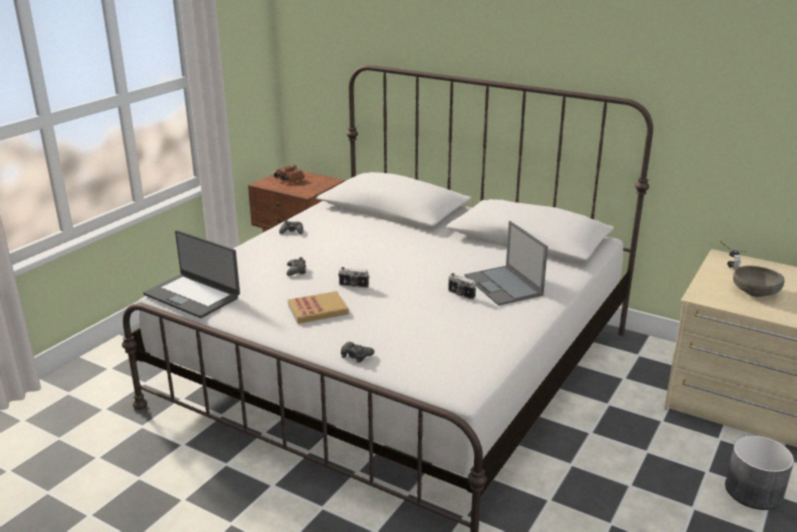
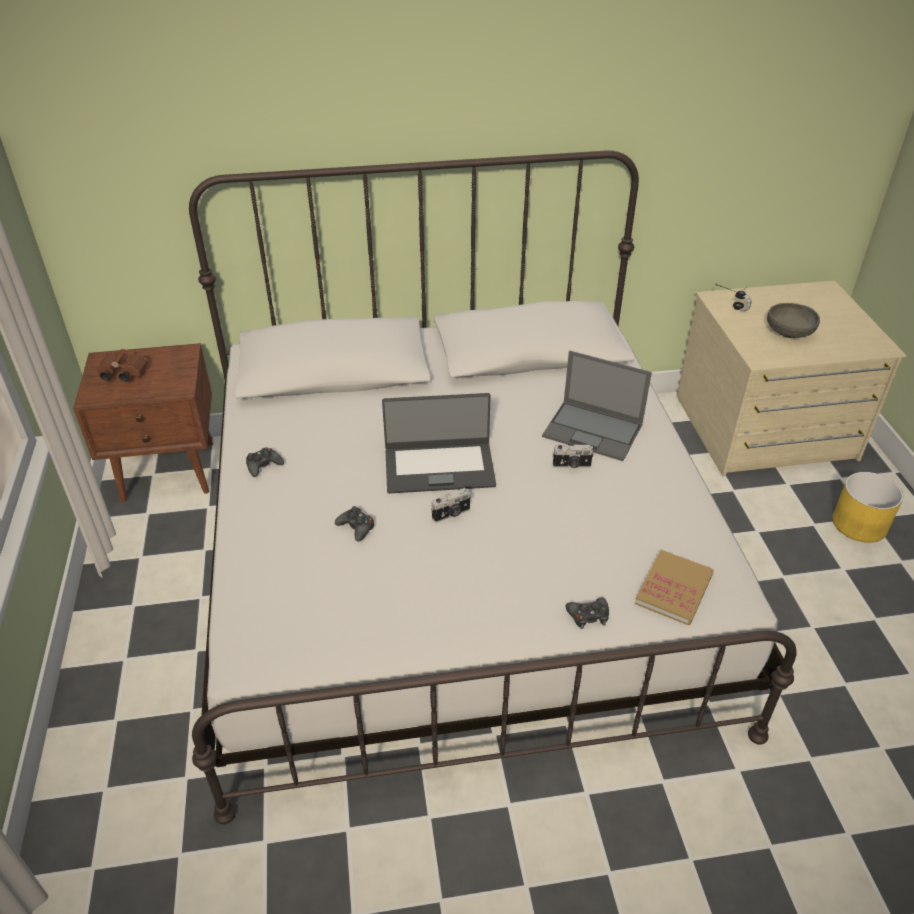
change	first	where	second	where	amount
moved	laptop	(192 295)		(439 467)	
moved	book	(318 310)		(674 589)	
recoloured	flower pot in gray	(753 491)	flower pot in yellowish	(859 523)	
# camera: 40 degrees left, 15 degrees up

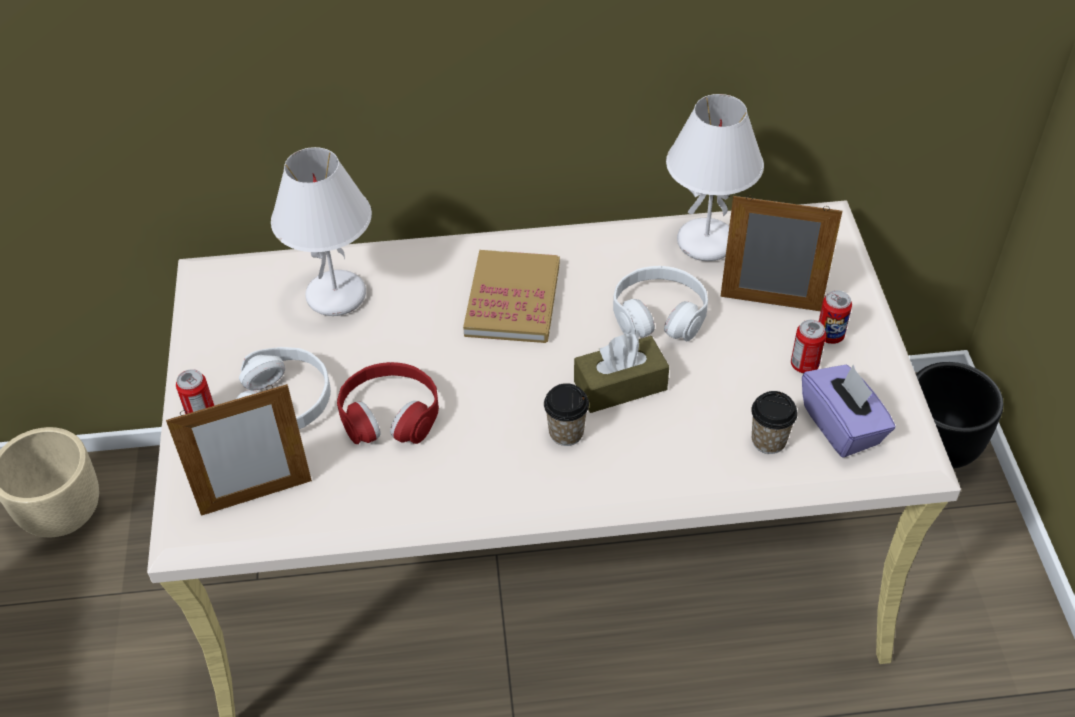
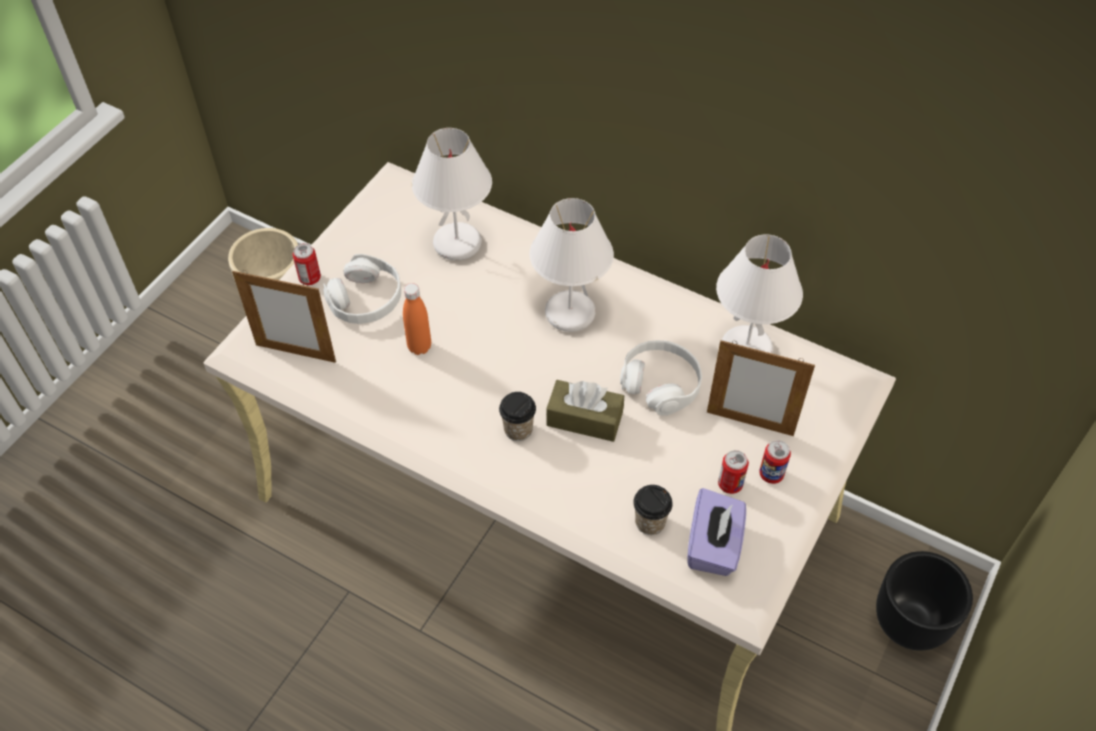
change	first	where	second	where	amount
turned	standing frame	(770 303)		(750 423)	150 degrees clockwise
replaced	book	(513 300)	tabletop lamp in white	(568 313)	
replaced	headphones in reddish	(390 414)	bottle in orange-coloured	(419 347)	
# camera: 35 degrees right, 5 degrees up

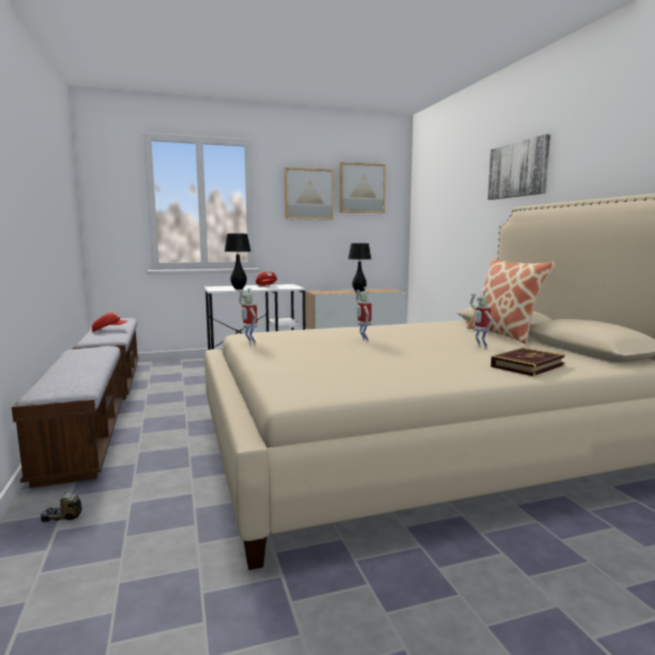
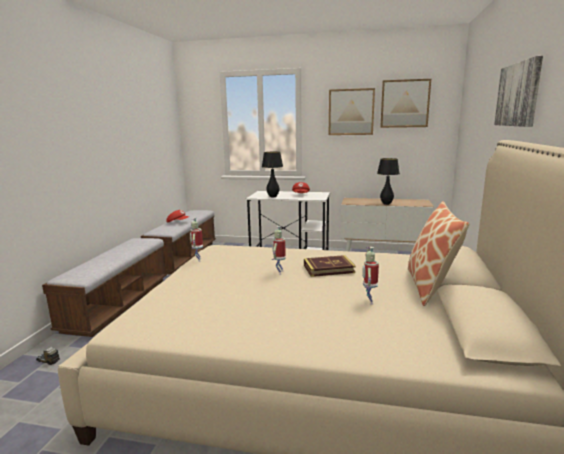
change	first	where	second	where	amount
moved	book	(527 366)		(328 269)	
# camera: 30 degrees right, 5 degrees up

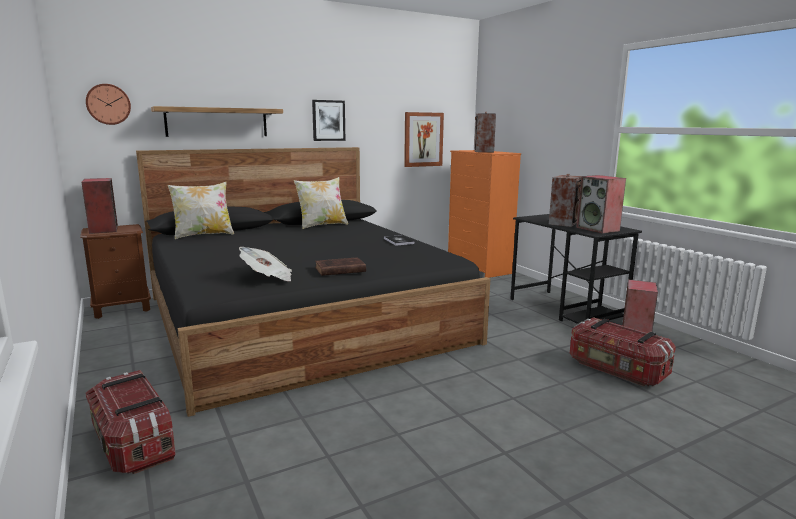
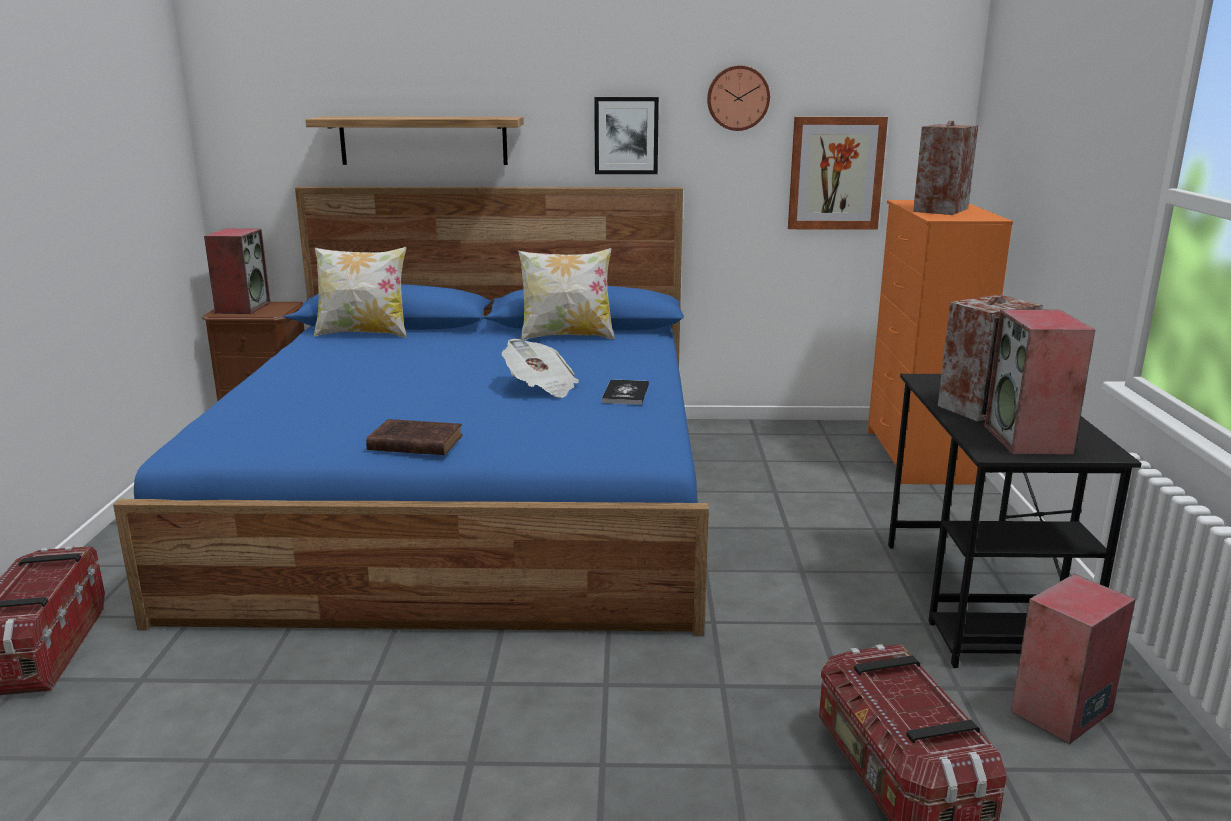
change	first	where	second	where	amount
moved	wall clock	(108 104)		(738 98)	
recoloured	bedroom bed in black	(302 318)	bedroom bed in blue	(469 501)	
moved	daily paper	(268 278)		(541 387)	
# camera: 30 degrees right, 5 degrees up

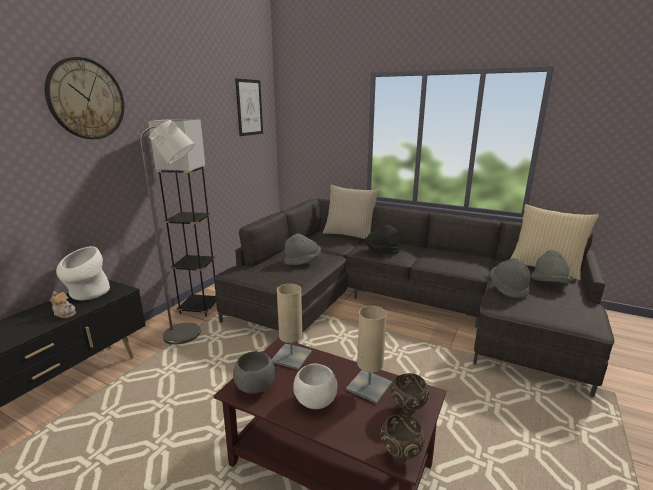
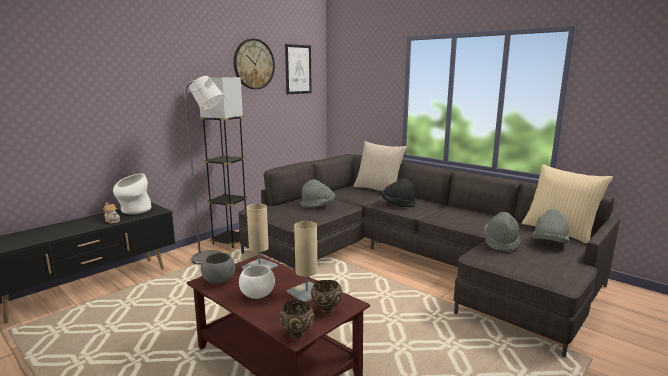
change	first	where	second	where	amount
moved	wall clock	(86 99)		(254 64)	
# camera: 15 degrees right, 5 degrees down

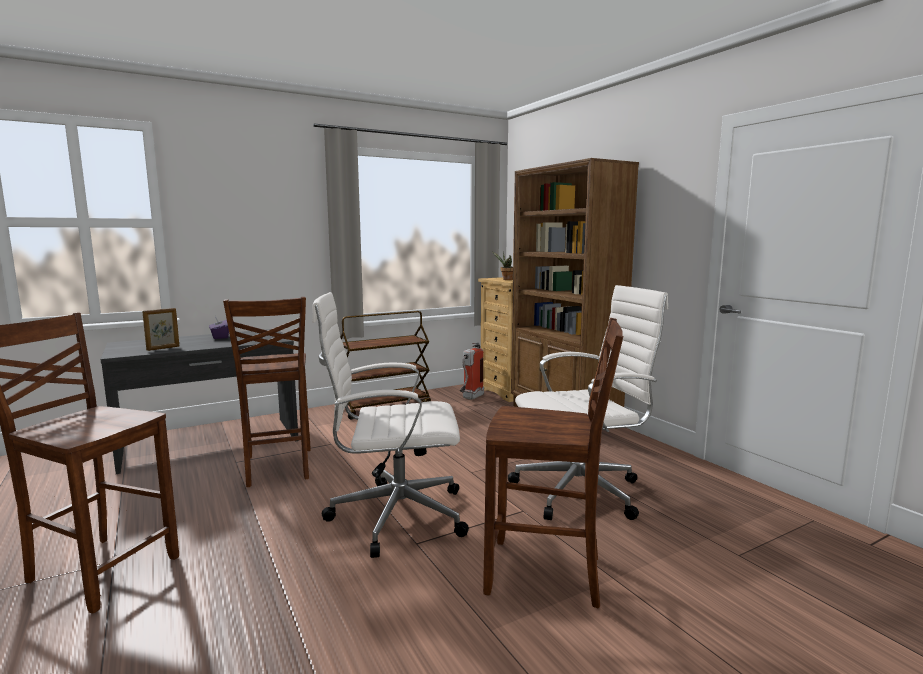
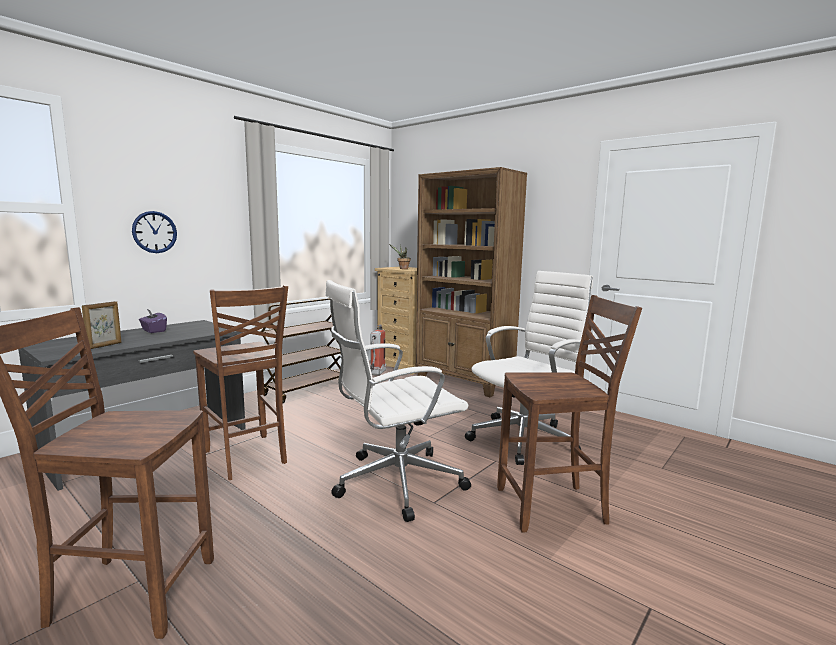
change	first	where	second	where	amount
added			wall clock	(154 232)	
# camera: 20 degrees left, 0 degrees up

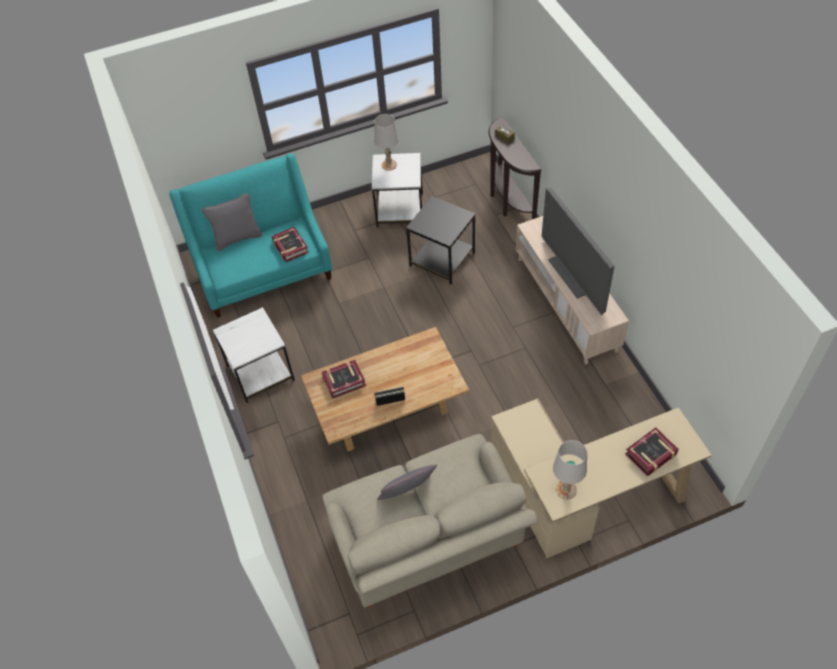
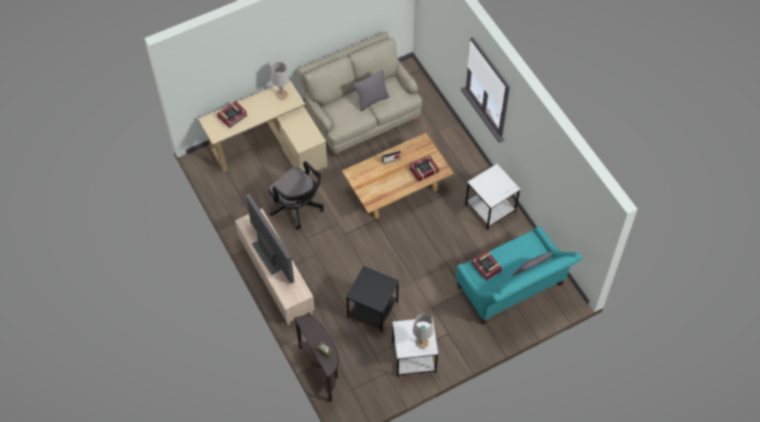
change	first	where	second	where	amount
added			desk chair in black	(298 208)	
# camera: 170 degrees right, 5 degrees up

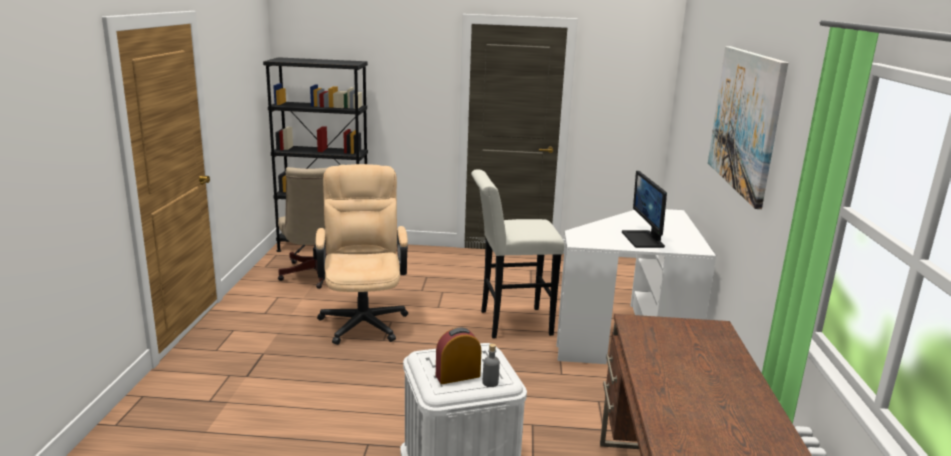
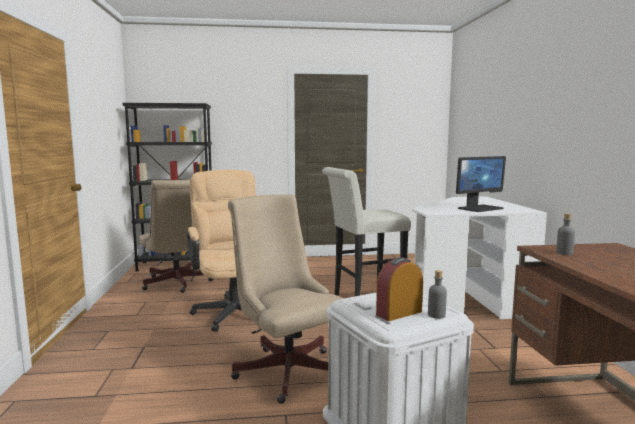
change	first	where	second	where	amount
removed	wall picture	(745 120)			
turned	computer screen	(643 239)		(480 208)	105 degrees counterclockwise
added			desk chair in beige-coloured	(286 368)	
added			bottle in gray	(564 253)	
# camera: 10 degrees left, 10 degrees down

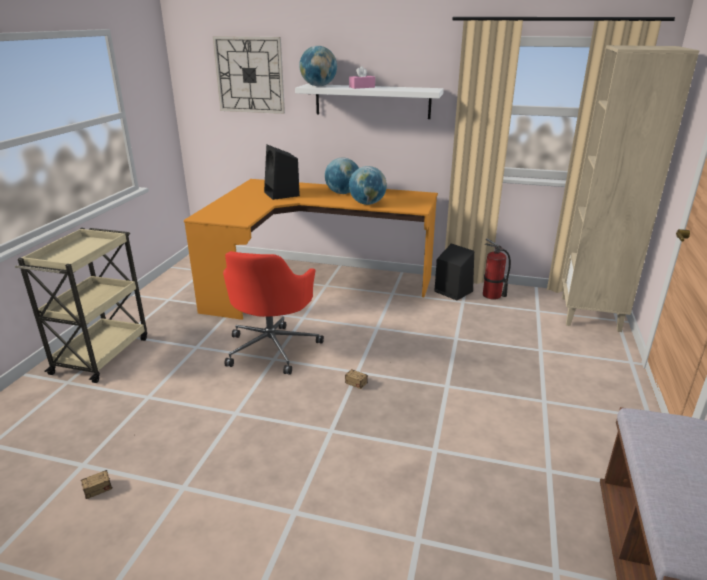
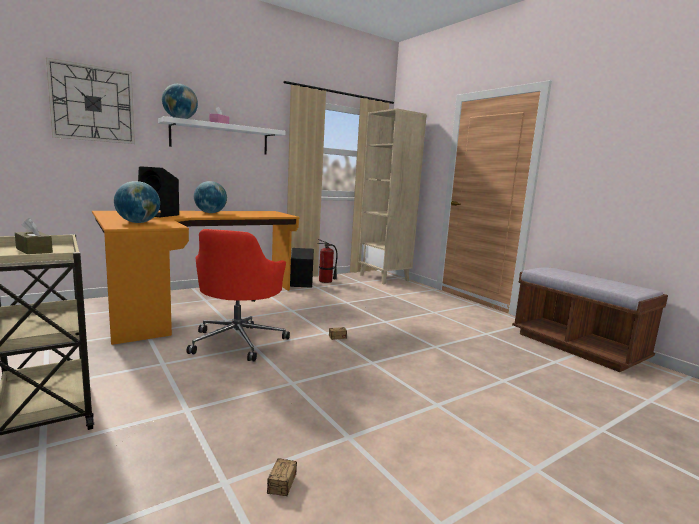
change	first	where	second	where	amount
moved	globe	(367 203)		(138 222)	
turned	desk chair in reddish	(273 347)		(238 341)	45 degrees clockwise
added			tissue box in brown-coloured	(34 250)	
# camera: 50 degrees left, 15 degrees down

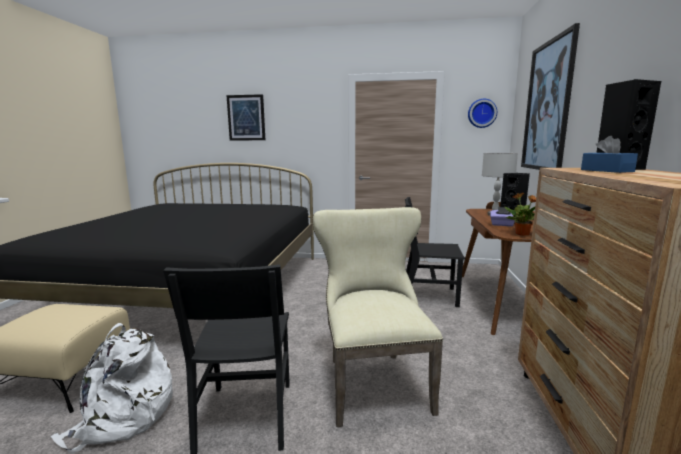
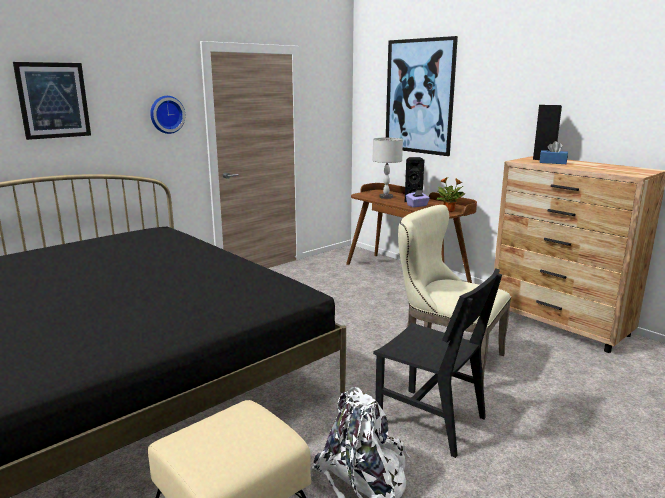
change	first	where	second	where	amount
moved	wall clock	(481 113)		(166 114)	
removed	upright chair in black	(429 295)			
# camera: 50 degrees left, 5 degrees up

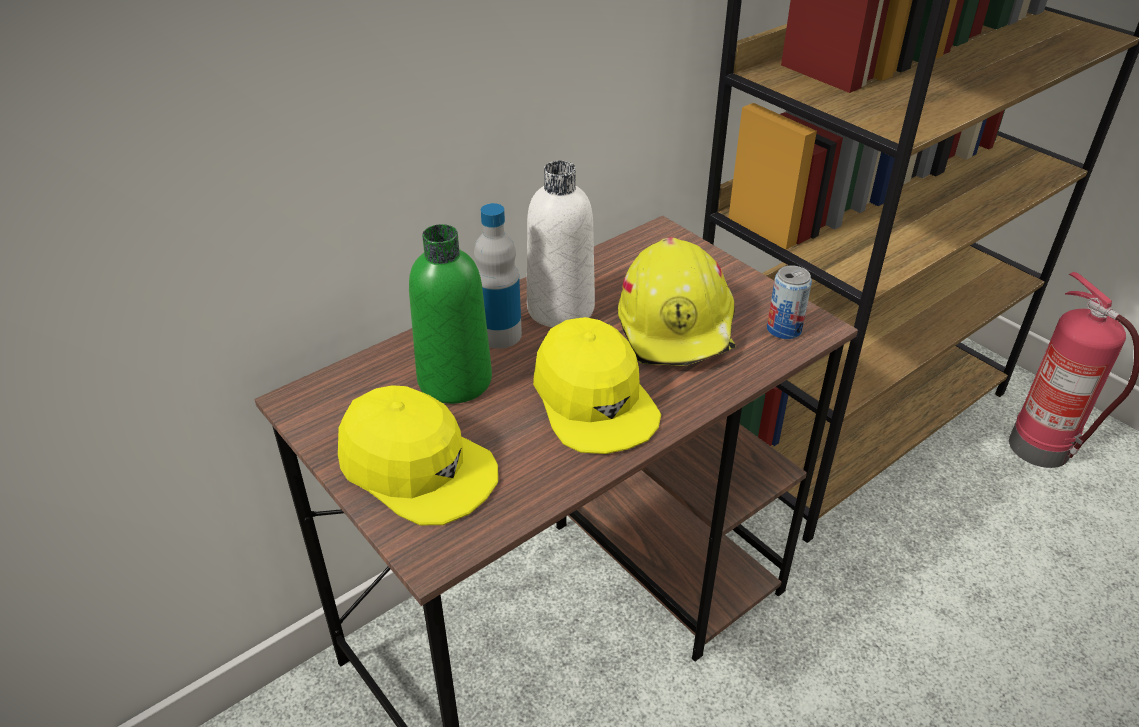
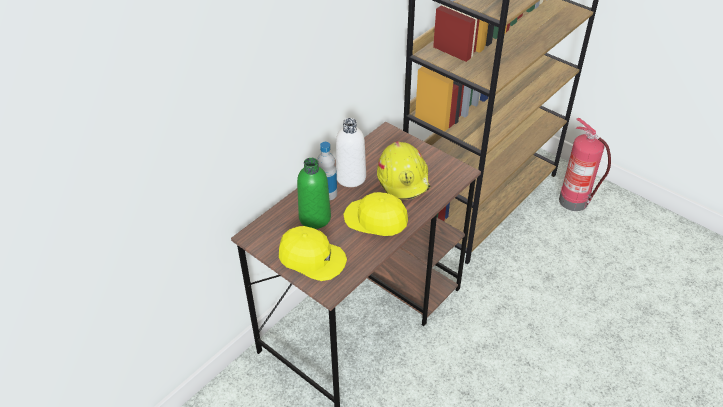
change	first	where	second	where	amount
removed	sealed can	(784 329)			
turned	baseball cap in yellowish	(593 401)		(376 219)	150 degrees clockwise
# camera: 10 degrees left, 5 degrees up

